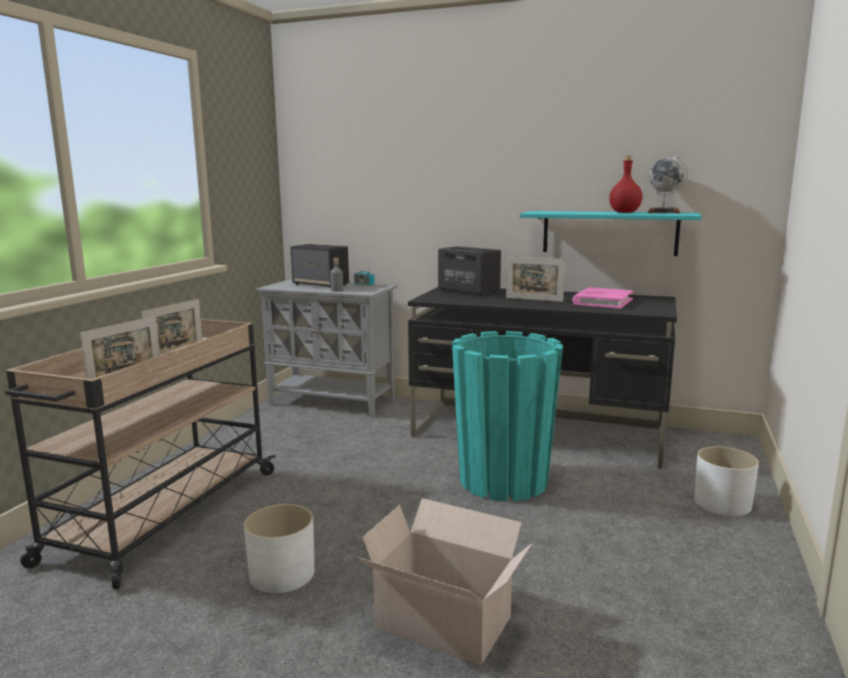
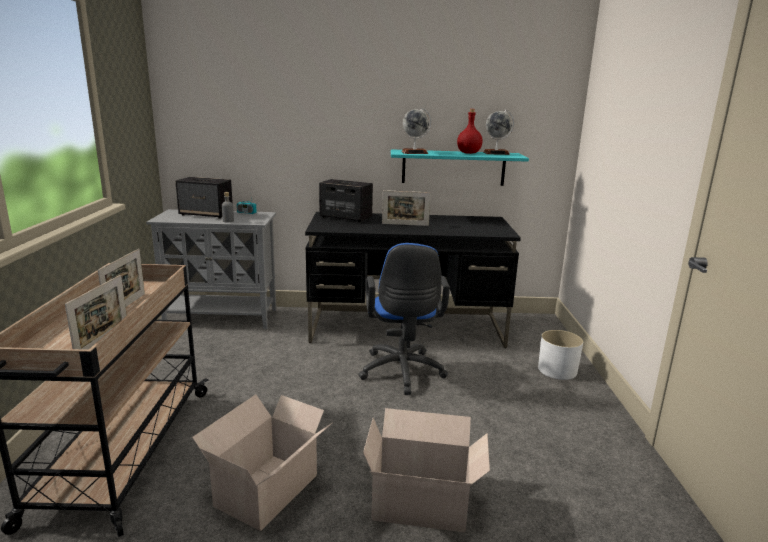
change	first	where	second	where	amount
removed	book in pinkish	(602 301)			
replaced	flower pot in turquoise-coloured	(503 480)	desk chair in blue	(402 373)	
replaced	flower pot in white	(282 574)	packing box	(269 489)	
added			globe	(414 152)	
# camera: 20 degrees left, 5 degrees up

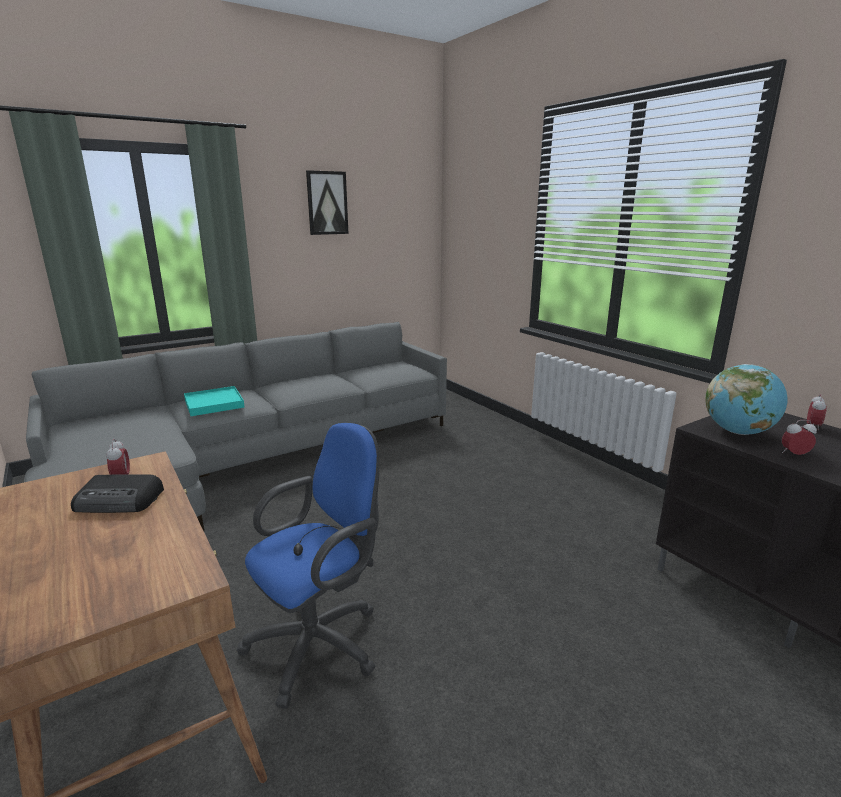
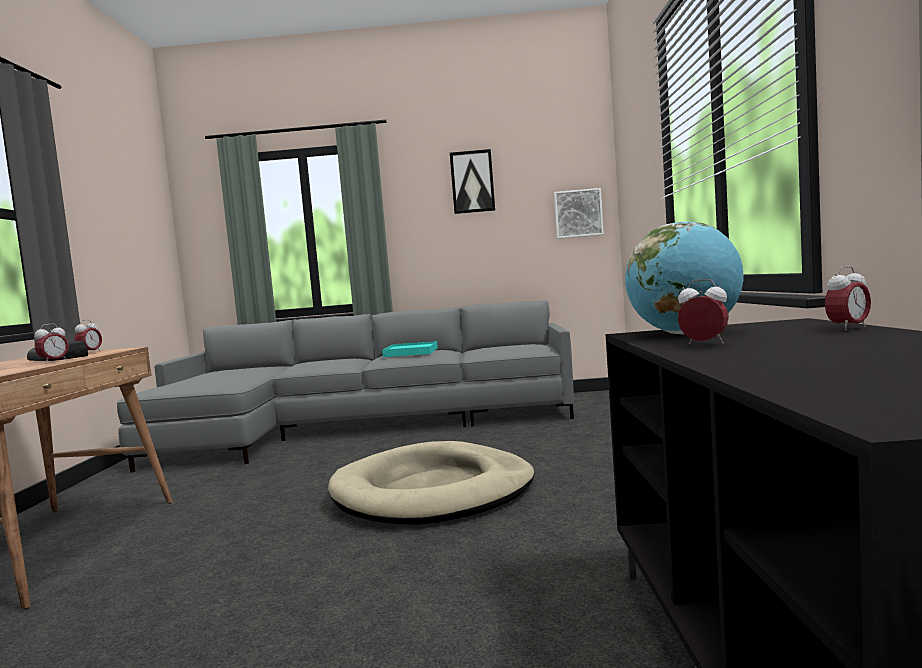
change	first	where	second	where	amount
moved	tray in turquoise-coloured	(214 404)		(411 352)	
removed	desk chair in blue	(321 642)			
added			wall picture	(578 213)	
added			bedside clock	(54 362)	
added			dog bed in beige-coloured	(434 491)	
# camera: 35 degrees right, 15 degrees down

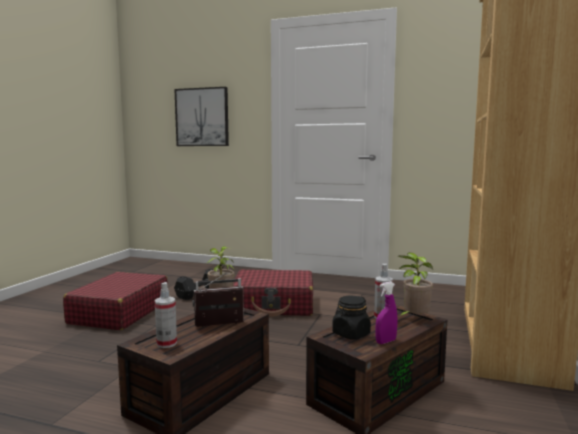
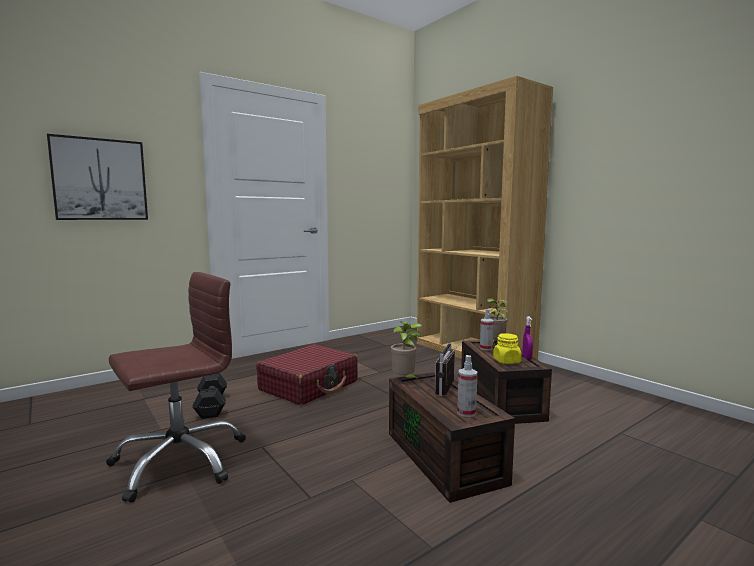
change	first	where	second	where	amount
replaced	travel case in reddish	(119 312)	desk chair in brown-coloured	(179 461)	
recoloured	preserve jar in black	(351 334)	preserve jar in yellowish	(507 361)	
# camera: 55 degrees left, 0 degrees up

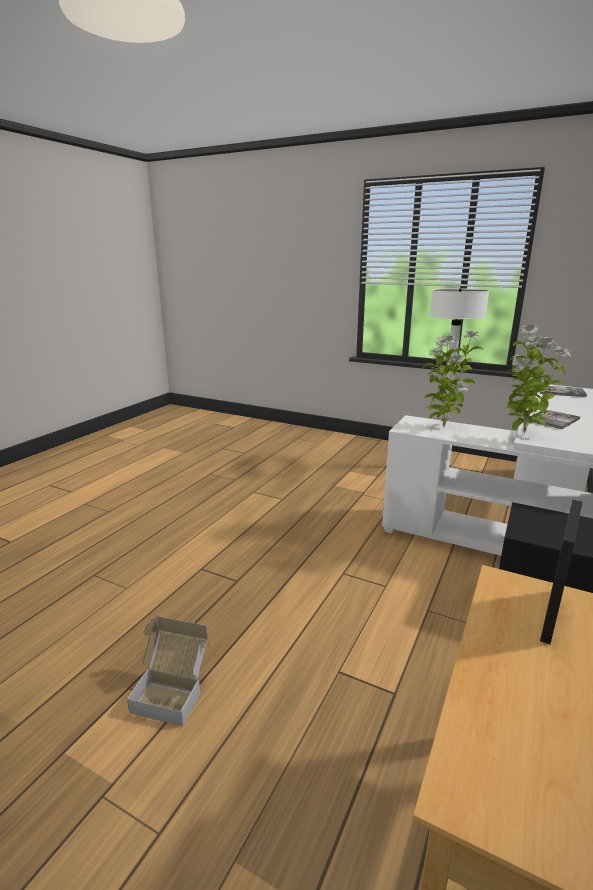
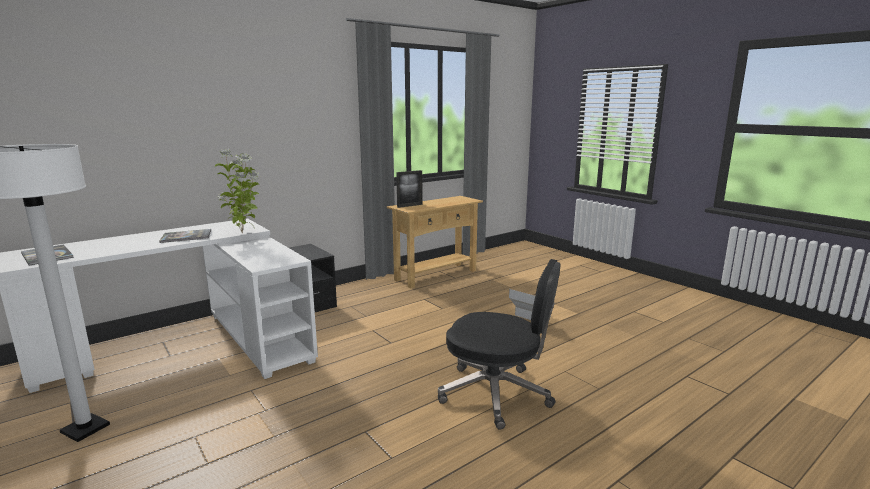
change	first	where	second	where	amount
removed	potted plant	(443 427)			
added			desk chair in black	(497 394)	
# camera: 155 degrees left, 5 degrees down

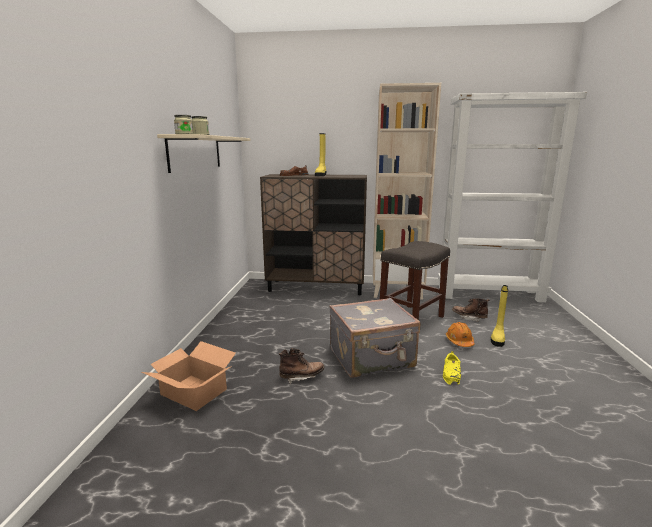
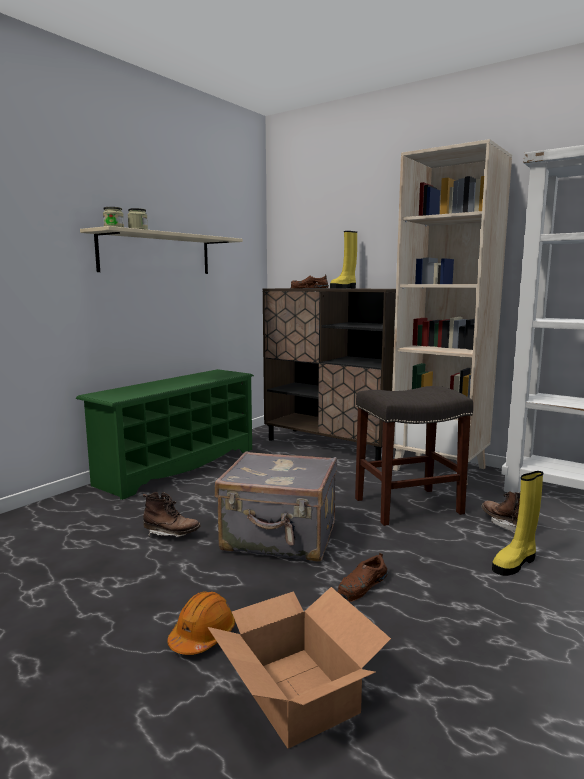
change	first	where	second	where	amount
moved	safety helmet in orange-coloured	(459 341)		(203 636)	
moved	packing box	(193 392)		(297 695)	
recoloured	low shoe in yellowish	(451 373)	low shoe in brown-coloured	(362 586)	
added			shoe stand in green-coloured	(177 466)	
# camera: 30 degrees right, 5 degrees down

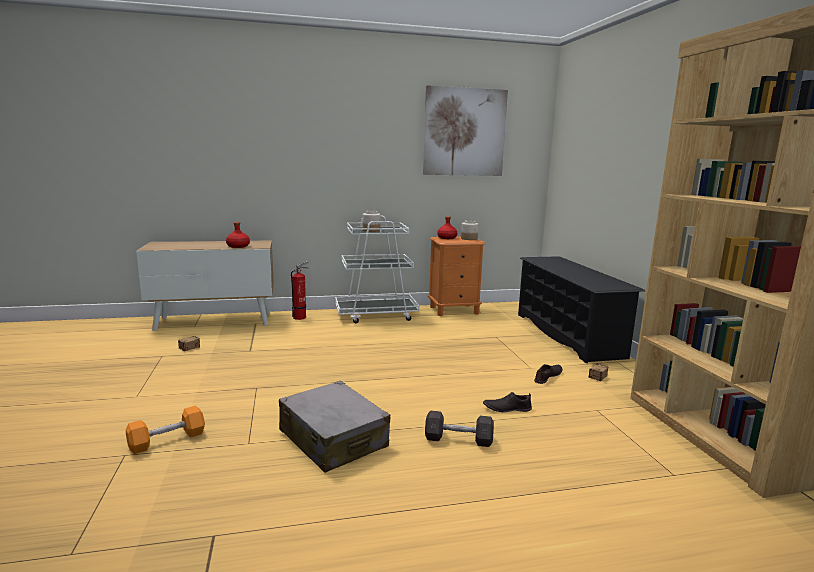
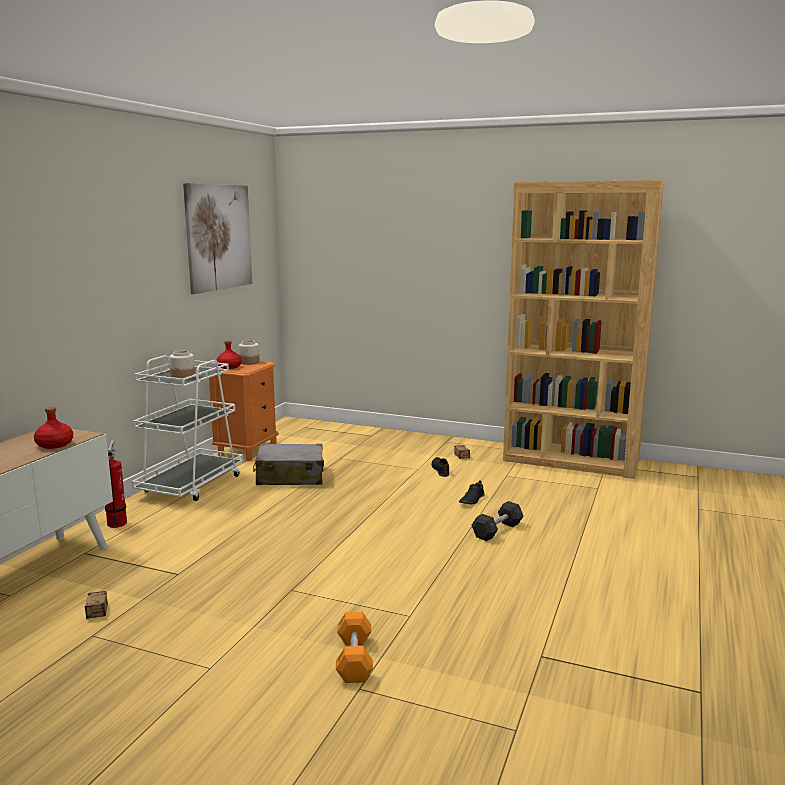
change	first	where	second	where	amount
removed	shoe stand in black	(568 335)			
moved	travel case in gray	(333 439)		(290 477)	
# camera: 55 degrees left, 0 degrees up

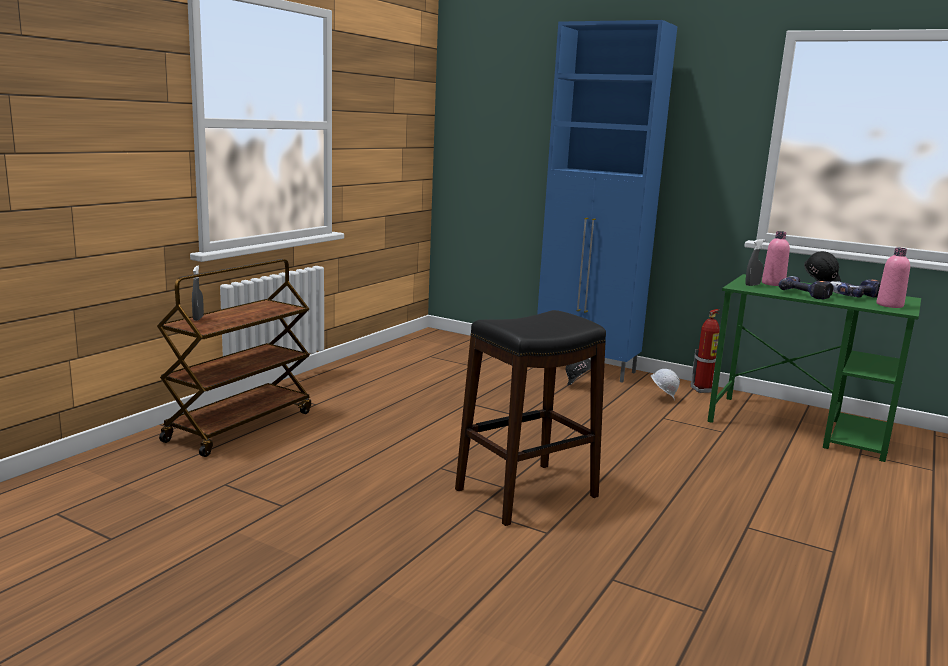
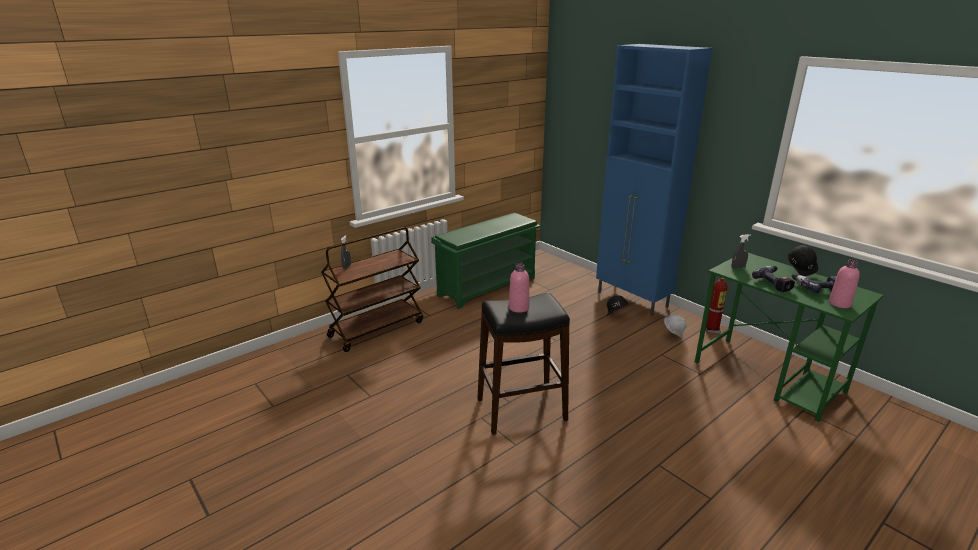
change	first	where	second	where	amount
moved	bottle in pinkish	(773 284)		(518 308)	
added			shoe stand in green-coloured	(487 286)	
# camera: 20 degrees right, 10 degrees up

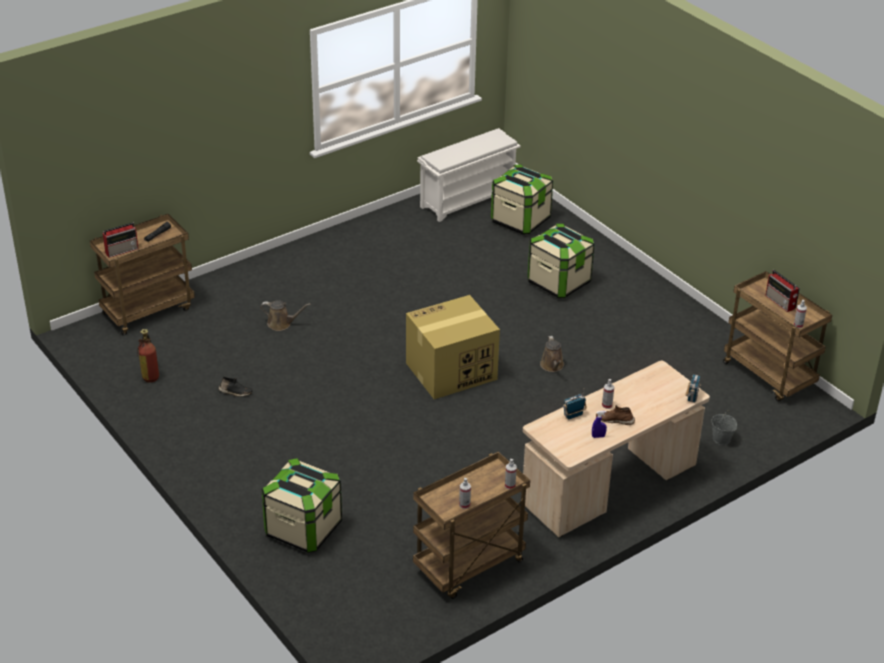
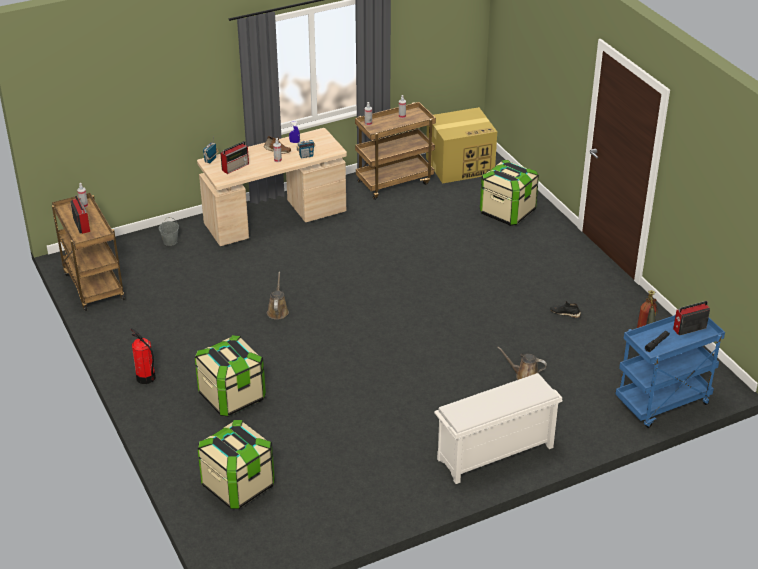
change	first	where	second	where	amount
moved	shoe stand in white	(468 199)		(494 454)	
recoloured	trolley in brown-coloured	(148 310)	trolley in blue	(662 404)	
moved	packing box	(450 371)		(460 165)	
added			radio receiver	(236 167)	
added			fire-fighting cylinder	(146 377)	
# camera: 170 degrees left, 0 degrees up

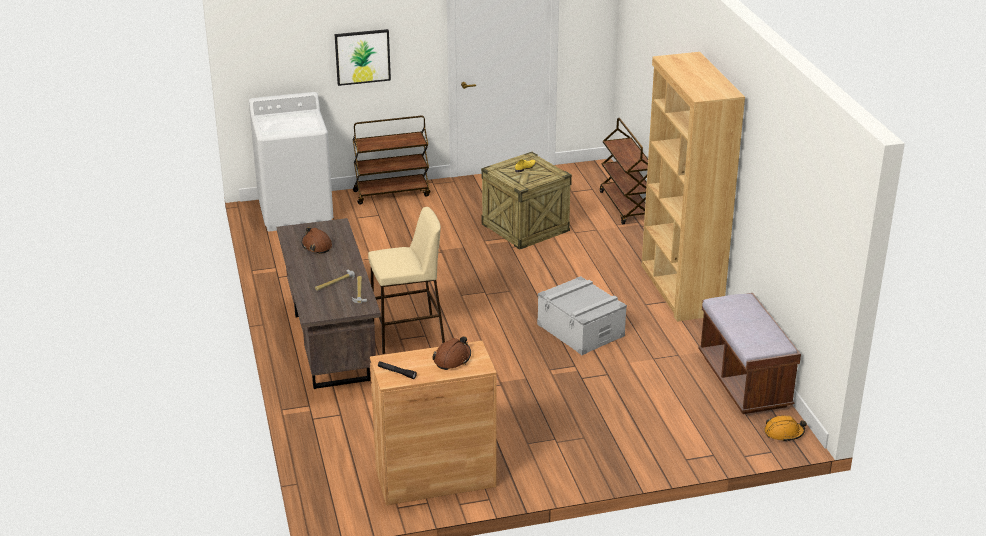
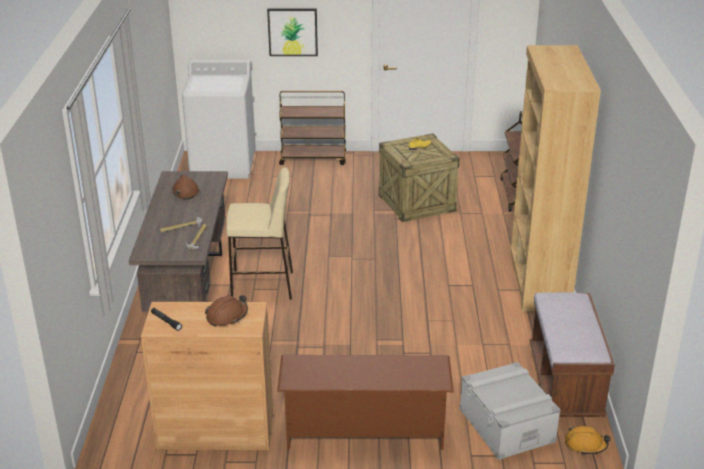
change	first	where	second	where	amount
moved	storage box in gray	(581 330)		(507 425)	
added			shoe stand in brown-coloured	(364 431)	
# camera: 15 degrees right, 0 degrees up

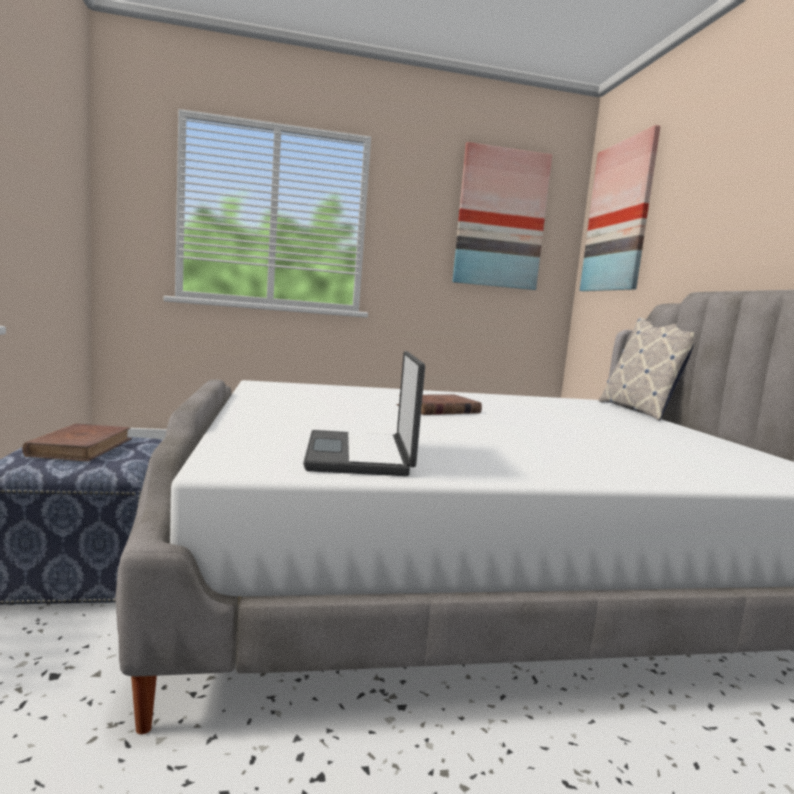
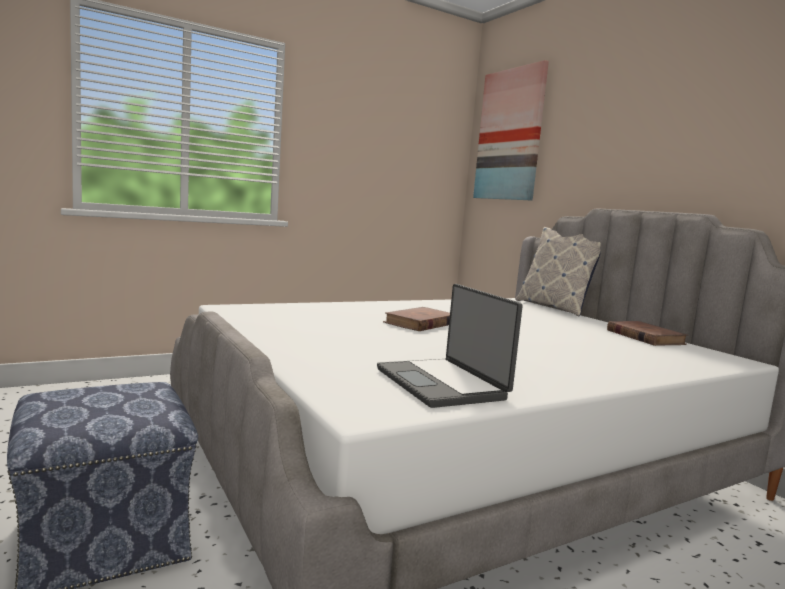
change	first	where	second	where	amount
removed	wall picture	(500 219)			
moved	book in brown-coloured	(81 447)		(644 337)	
# camera: 20 degrees left, 0 degrees up

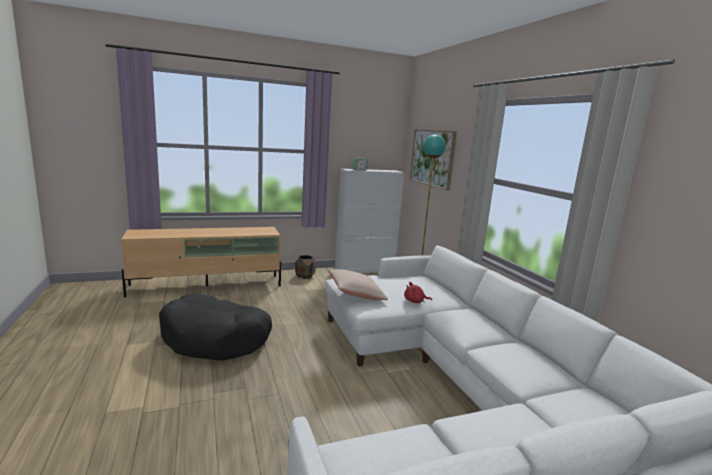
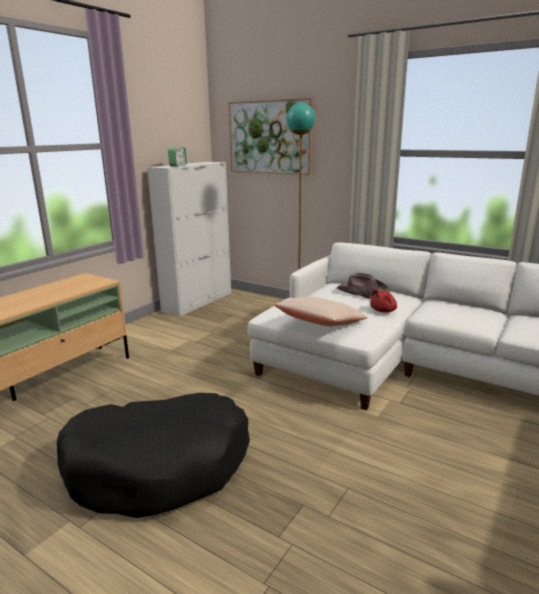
change	first	where	second	where	amount
removed	flower pot in brown-coloured	(305 276)			
added			clothing hat in brown-coloured	(362 291)	
# camera: 35 degrees left, 5 degrees up

